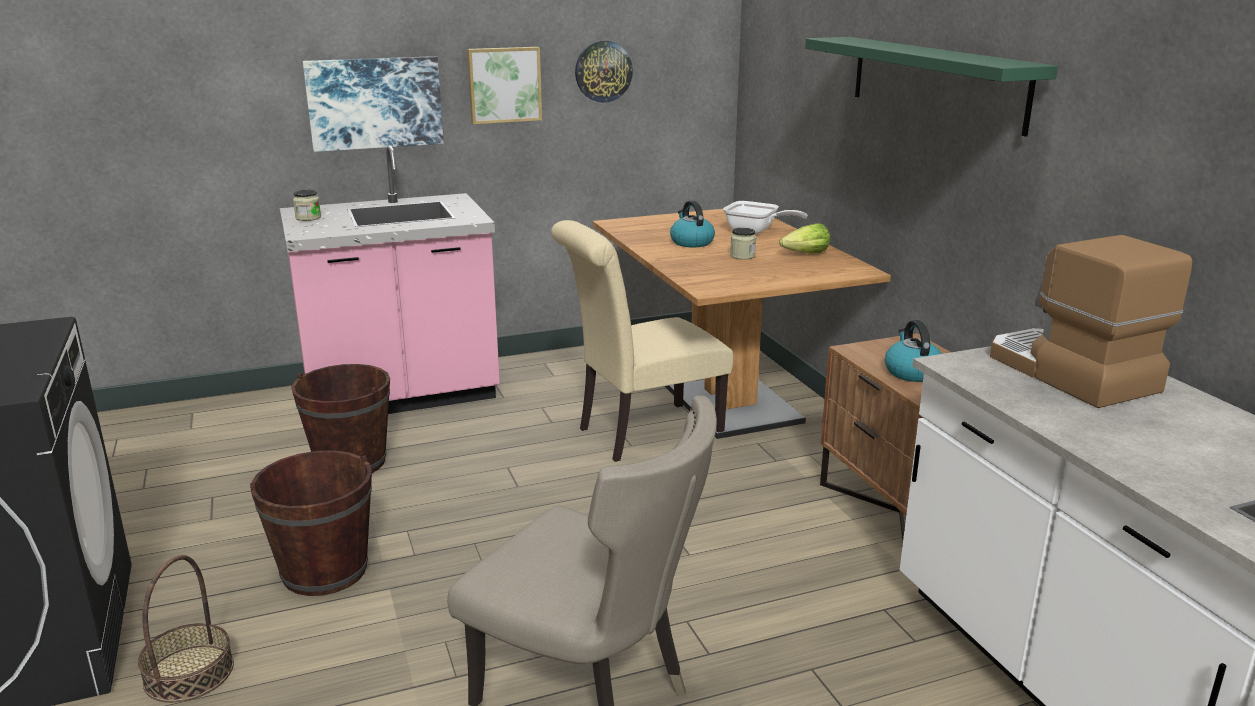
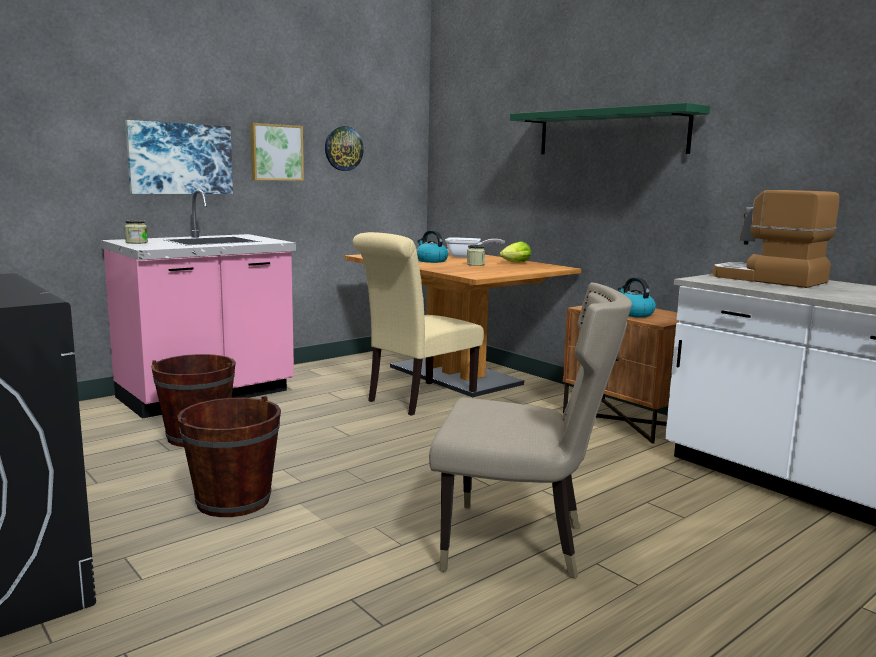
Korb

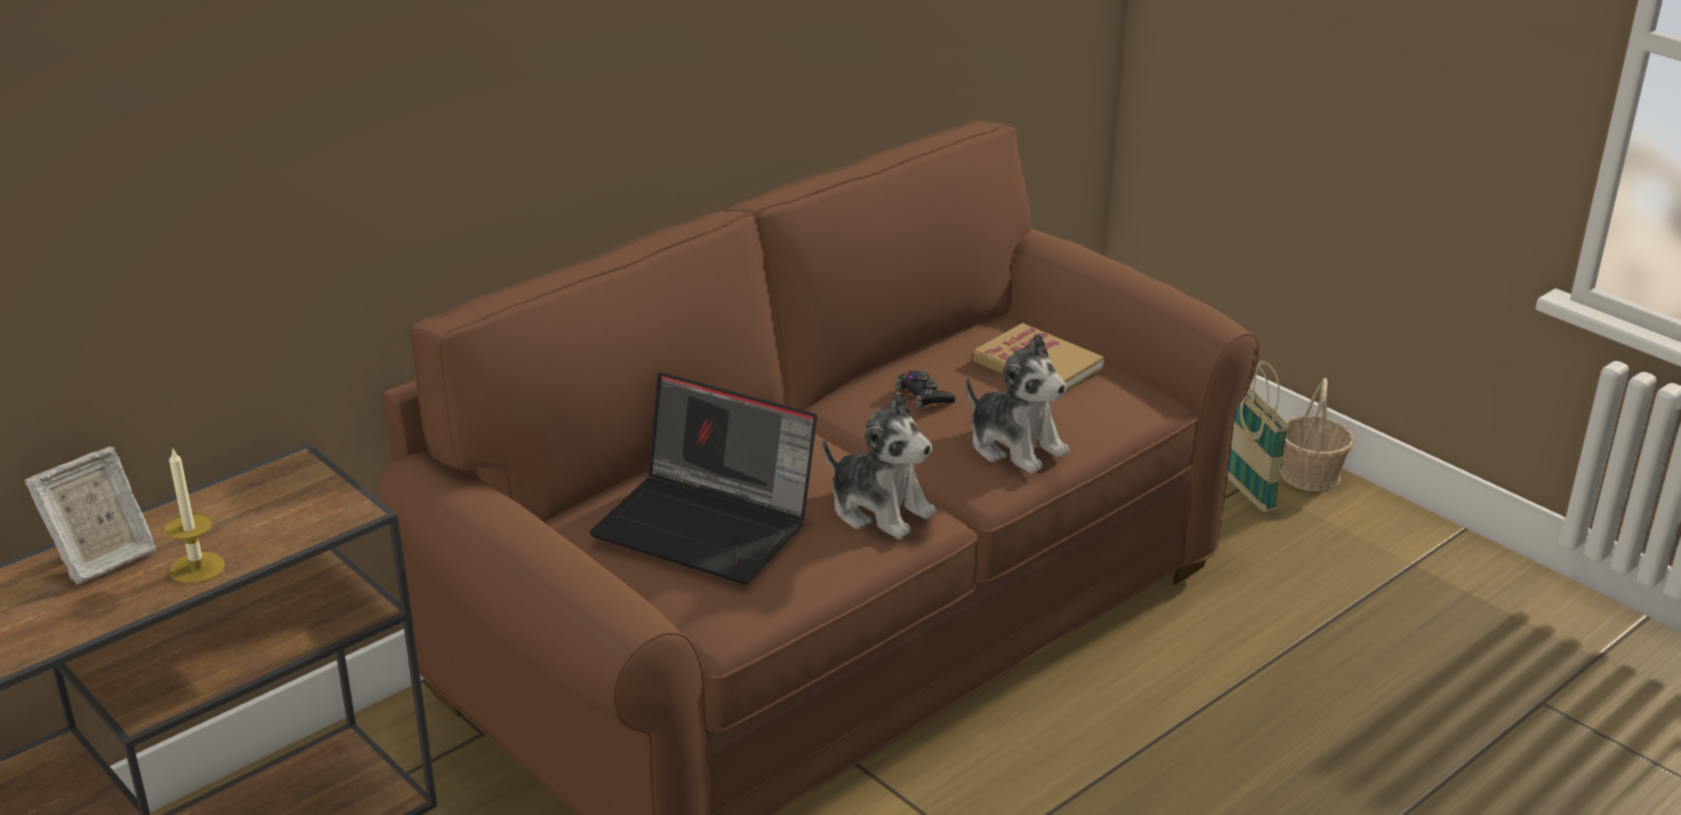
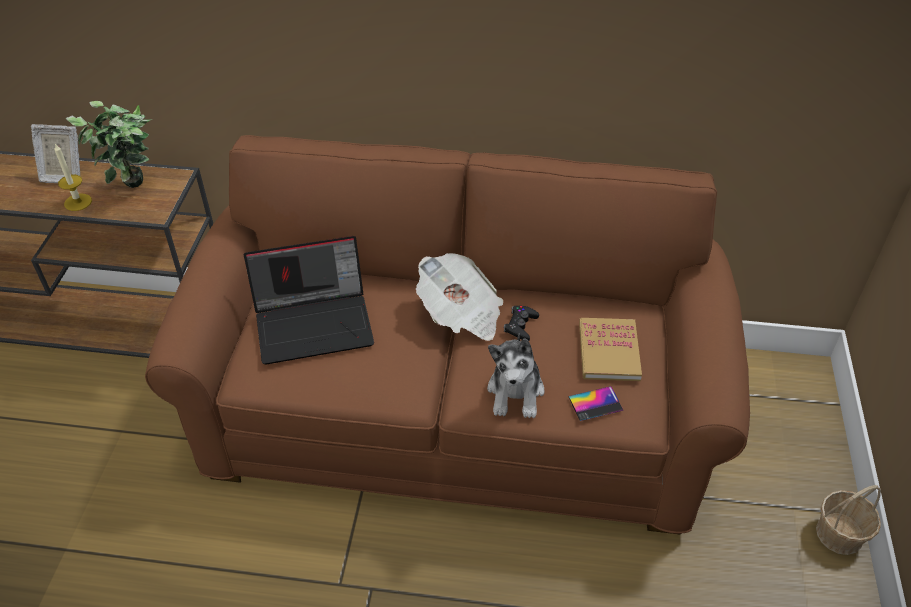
Korb (1st from left in the first image)
Laptop
Plüschtier (1st from left in the first image)
Topfpflanze
Zeitung
Handy

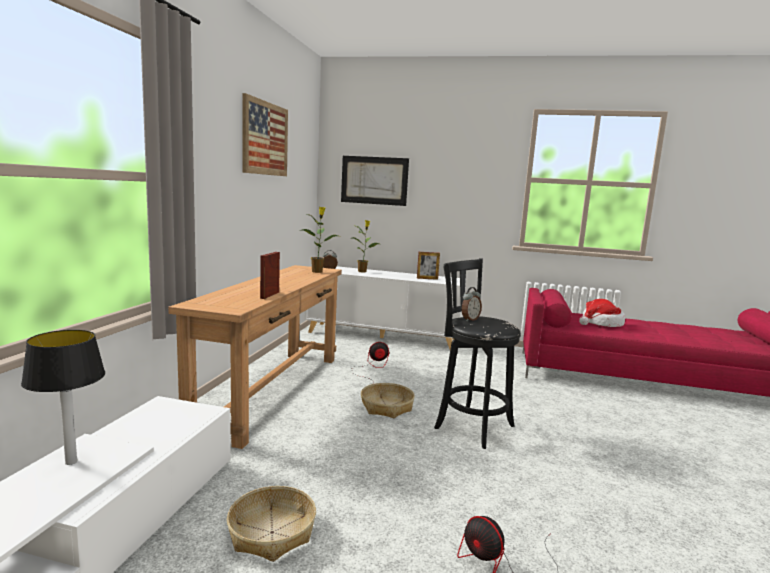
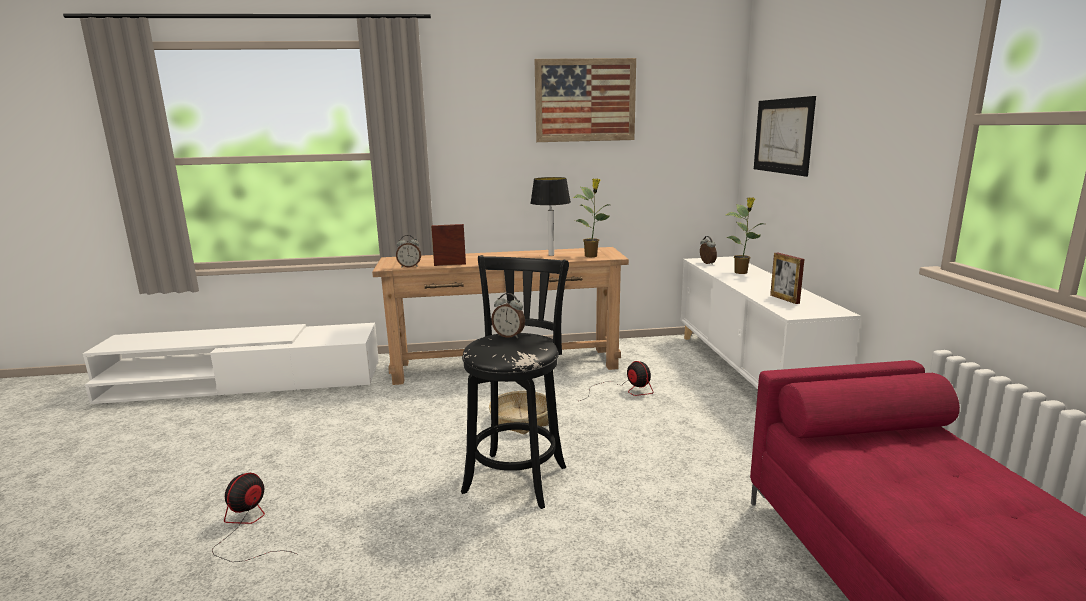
Hut
Tischlampe
Korb (1st from left in the first image)
Wecker (1st from left)

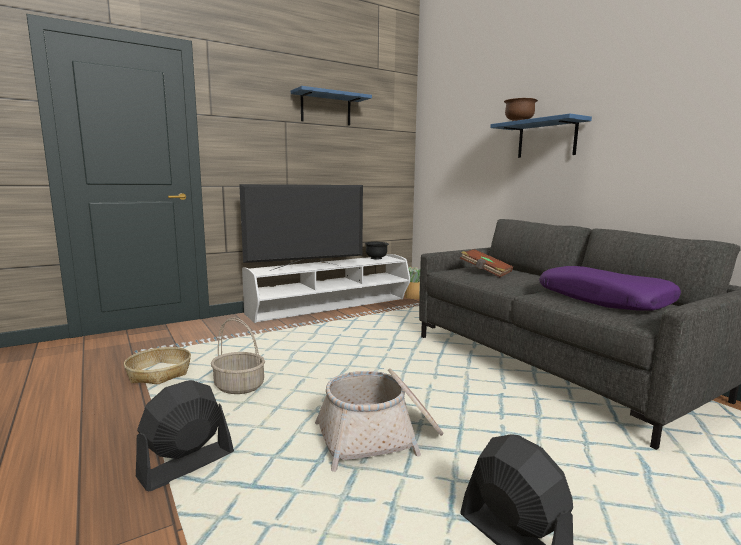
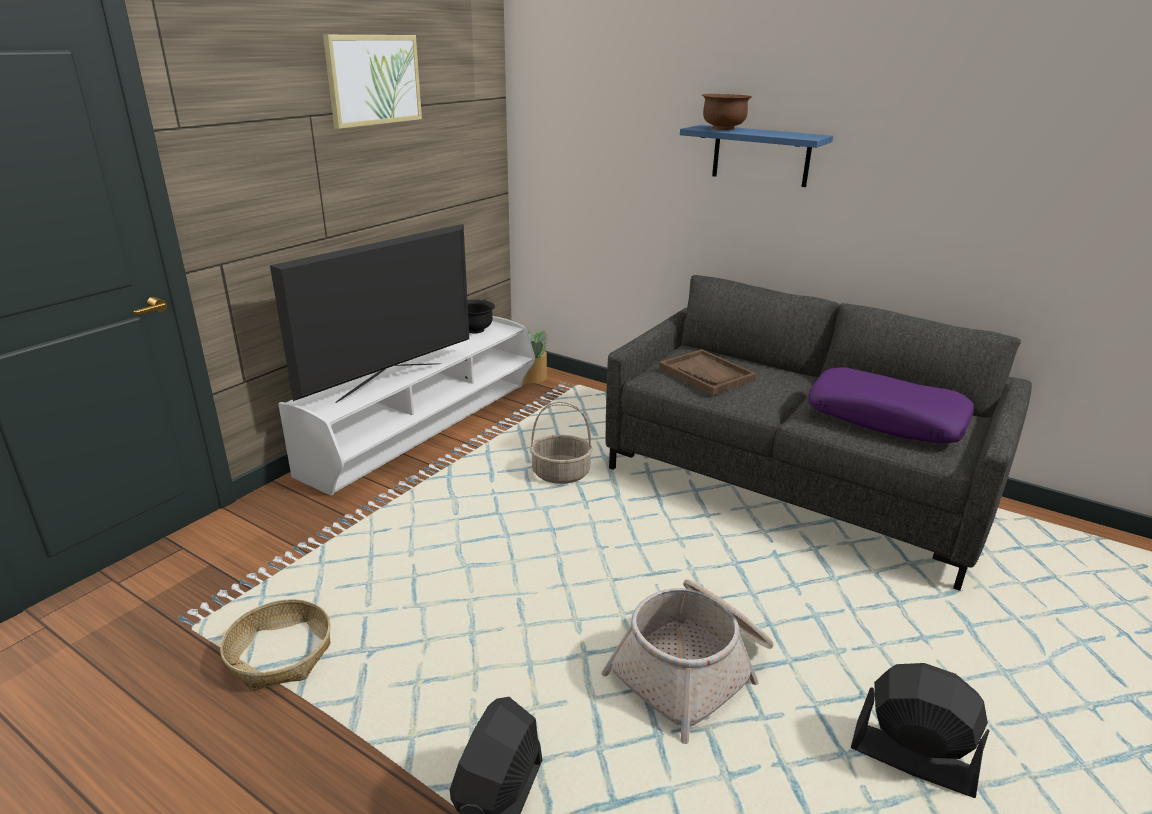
Bild
Tablett (braun)
Korb (2nd from left)

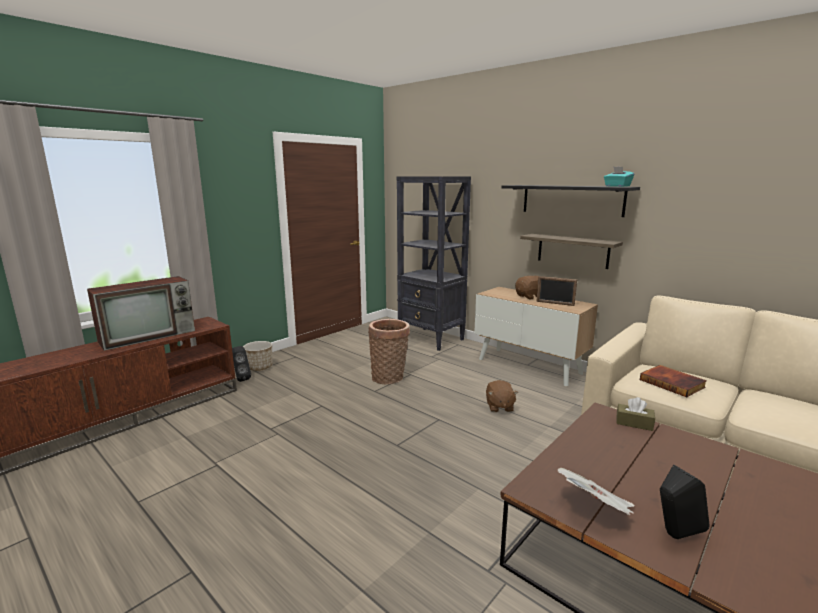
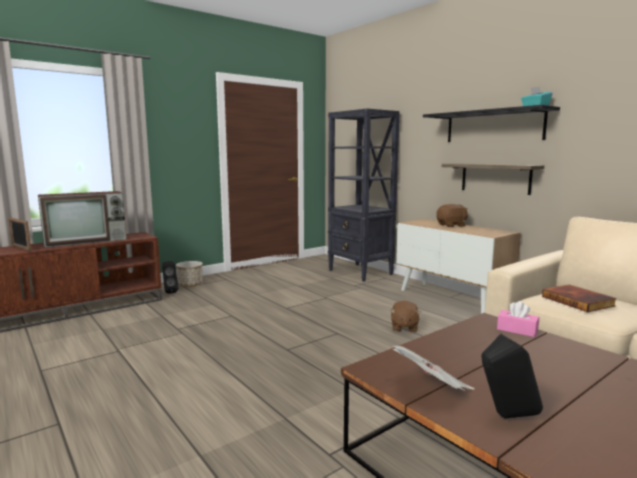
Bilderrahmen
Korb
Taschentuchbox (rosa)

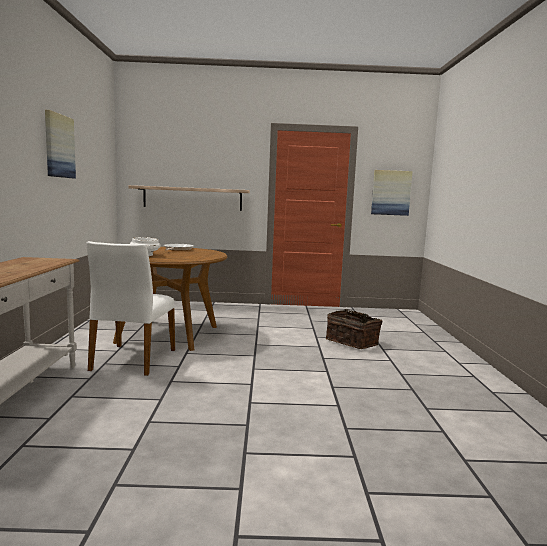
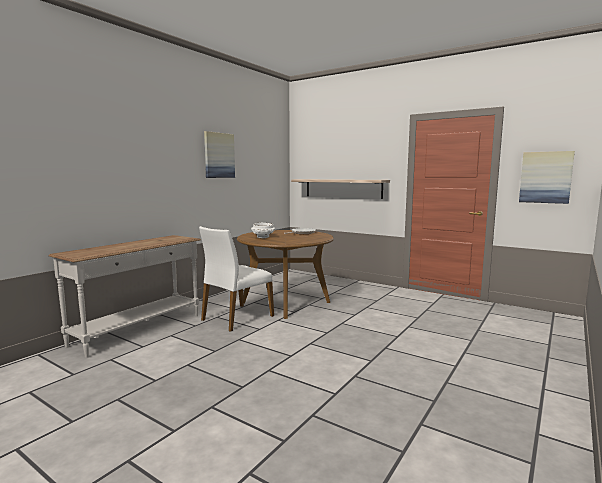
Korb

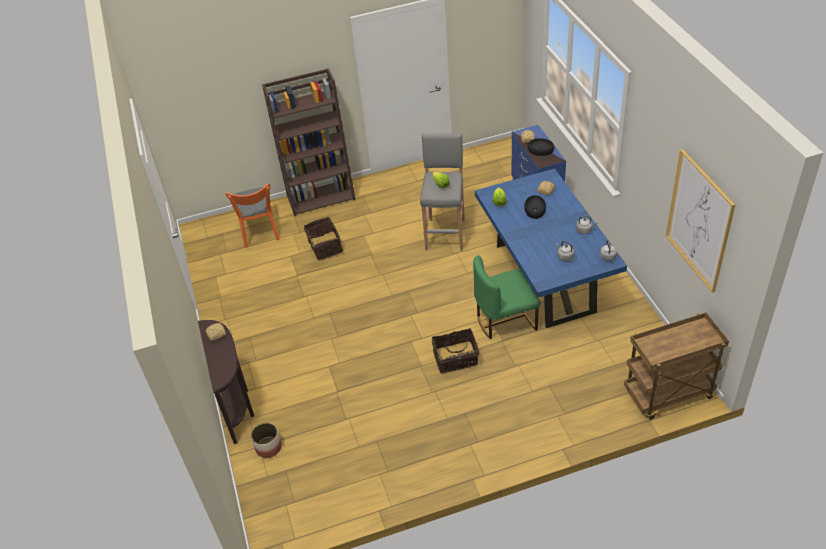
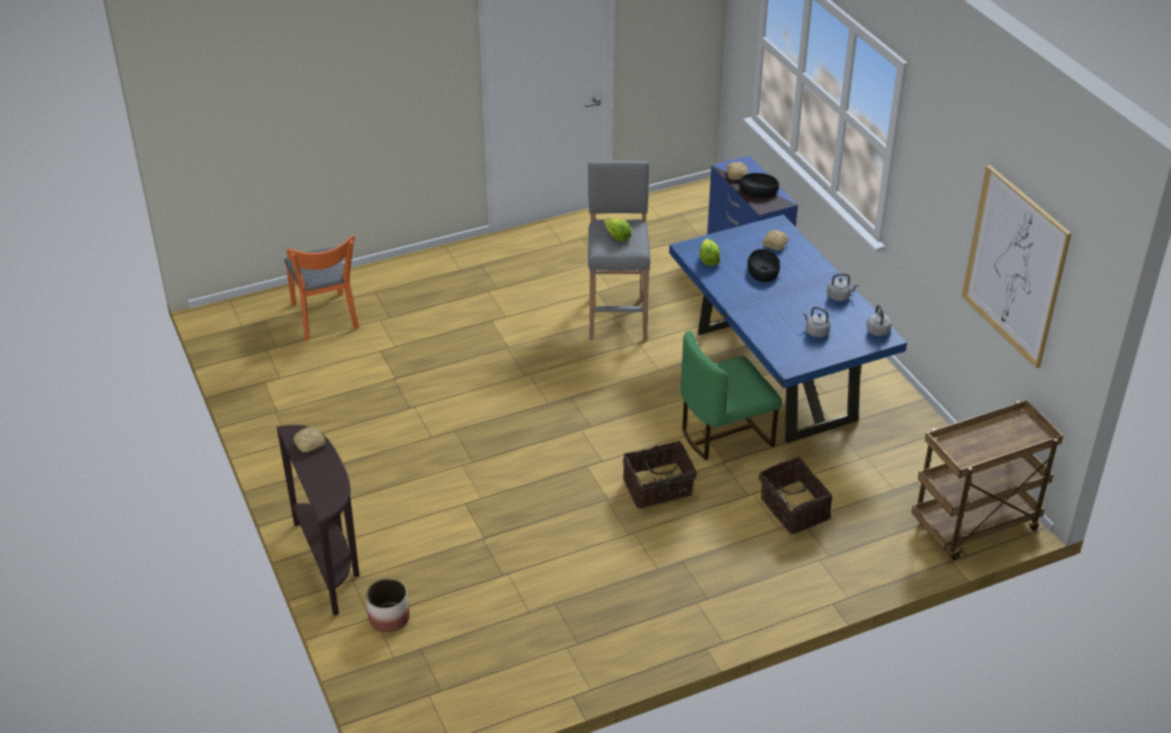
Bücherregal (braun)
Korb (2nd from left)

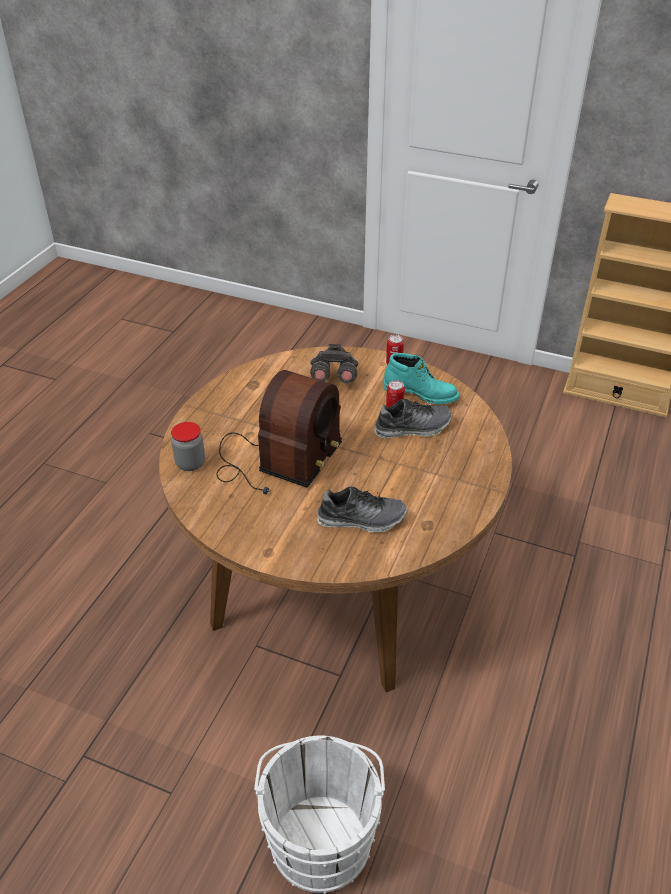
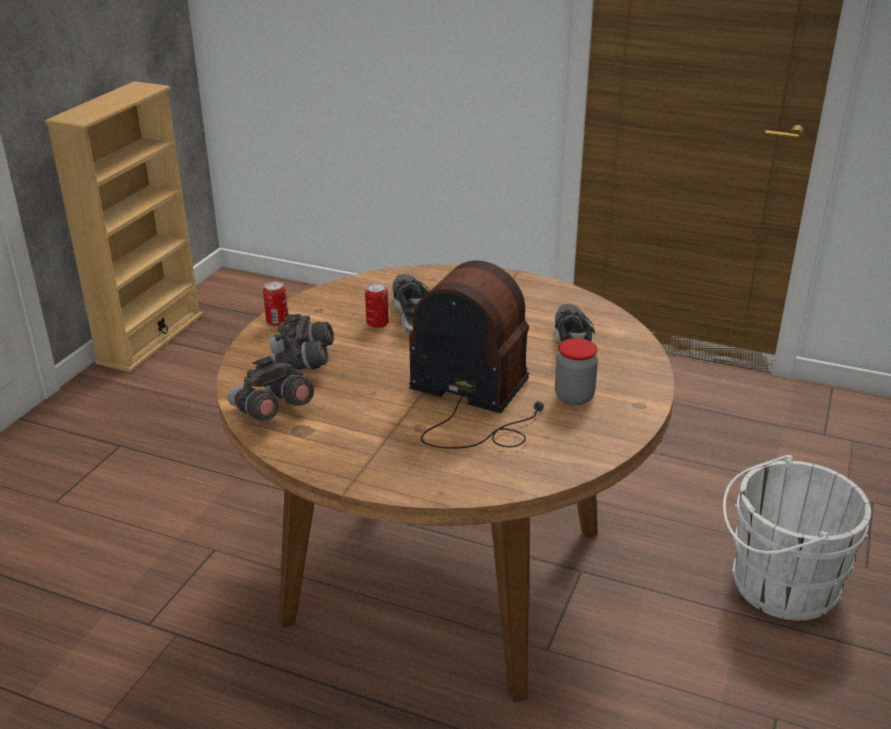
Stiefel (türkis)
Vorratsglas
Fernglas (grau) (1st from left)

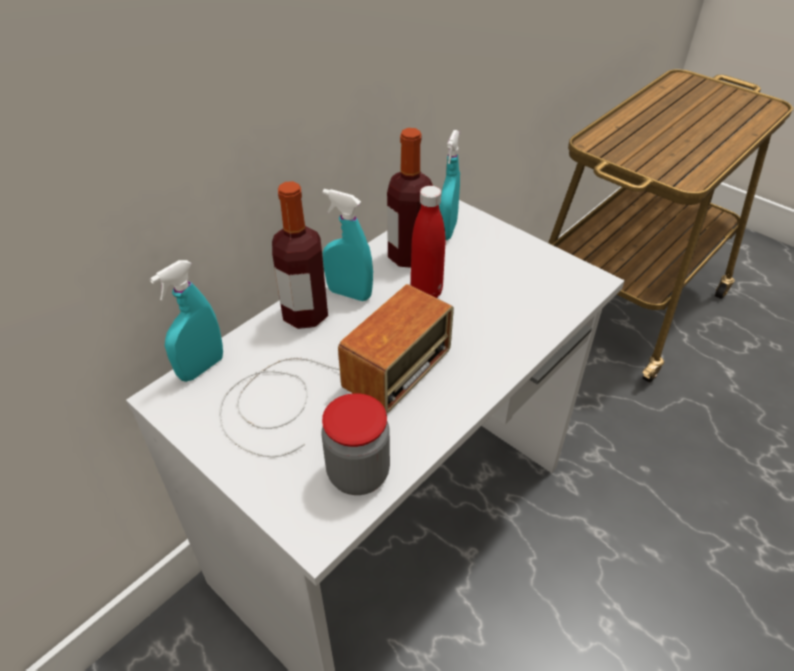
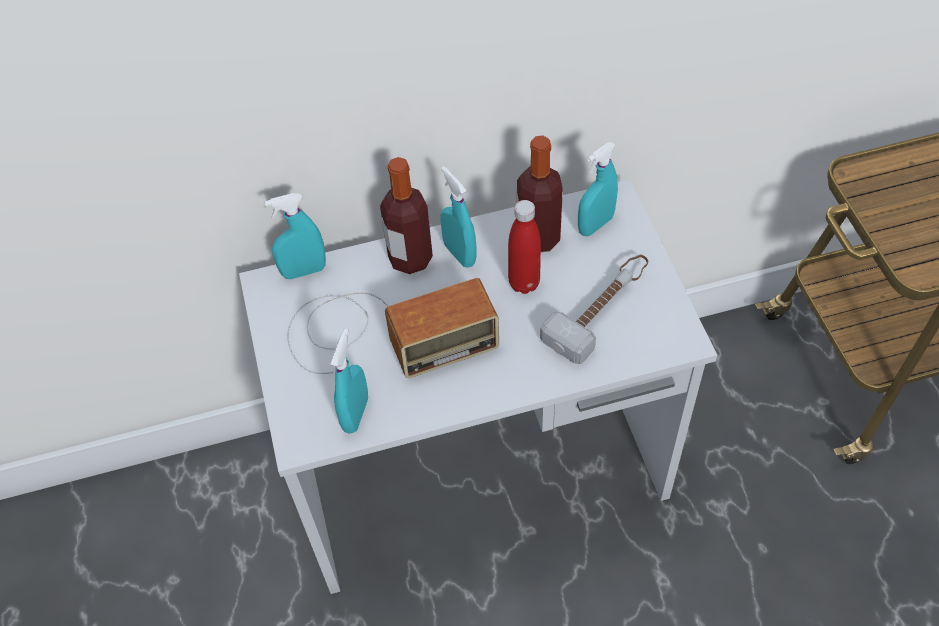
Sprühflasche (türkis) (2nd from left)
Hammer

